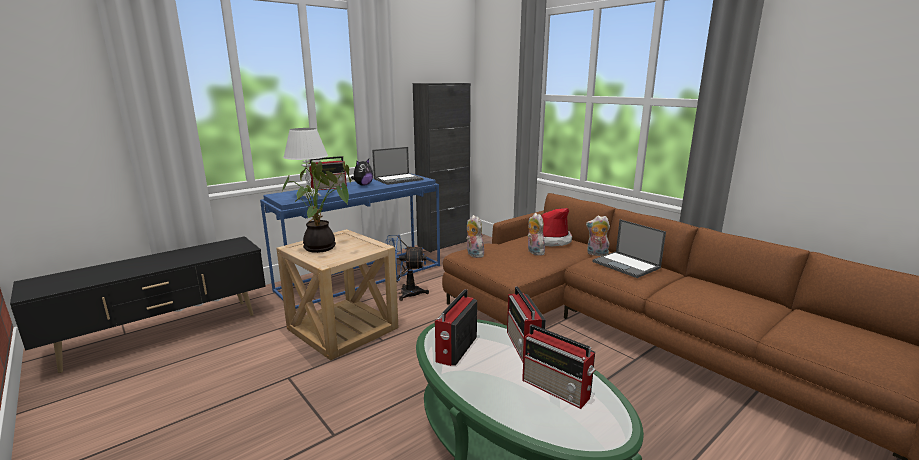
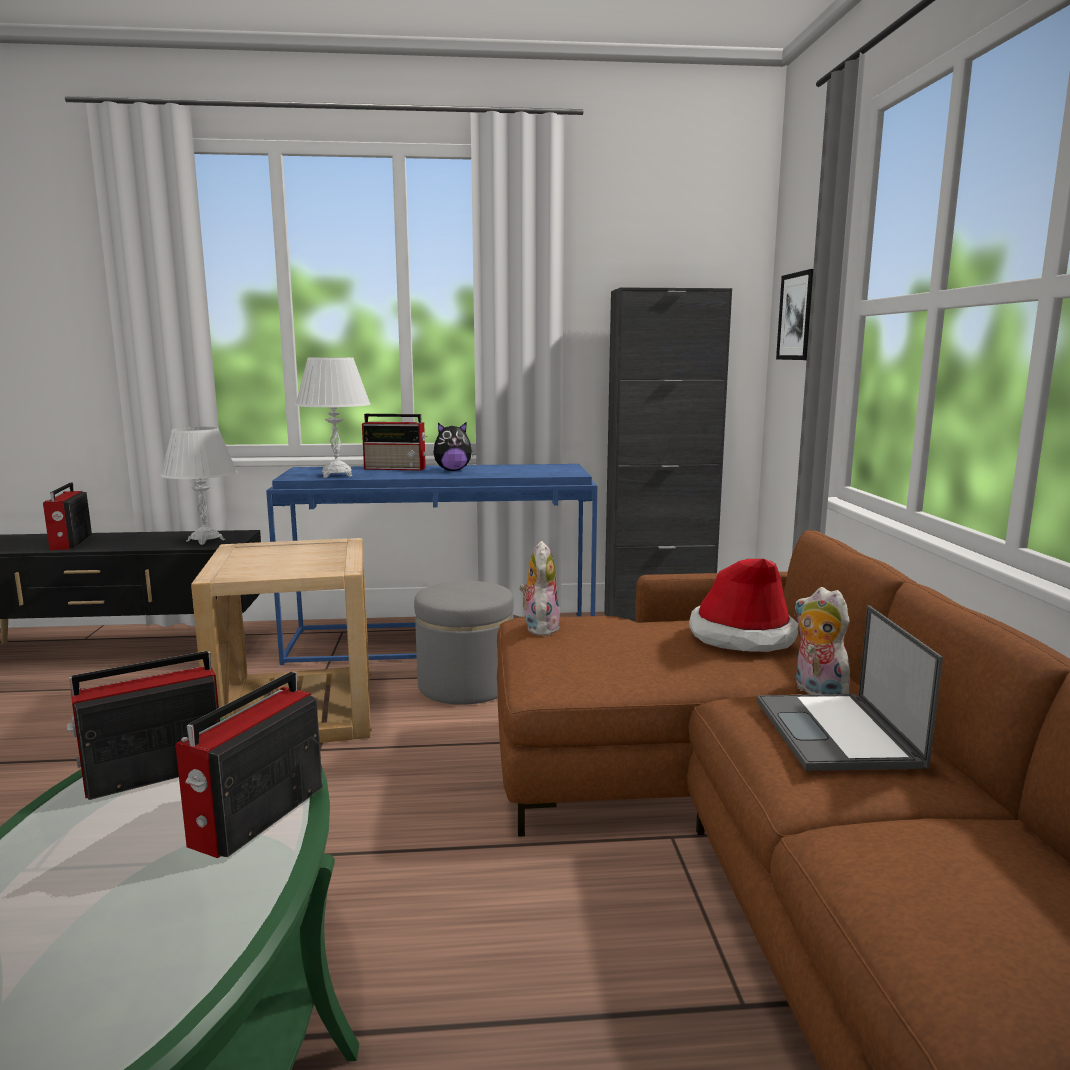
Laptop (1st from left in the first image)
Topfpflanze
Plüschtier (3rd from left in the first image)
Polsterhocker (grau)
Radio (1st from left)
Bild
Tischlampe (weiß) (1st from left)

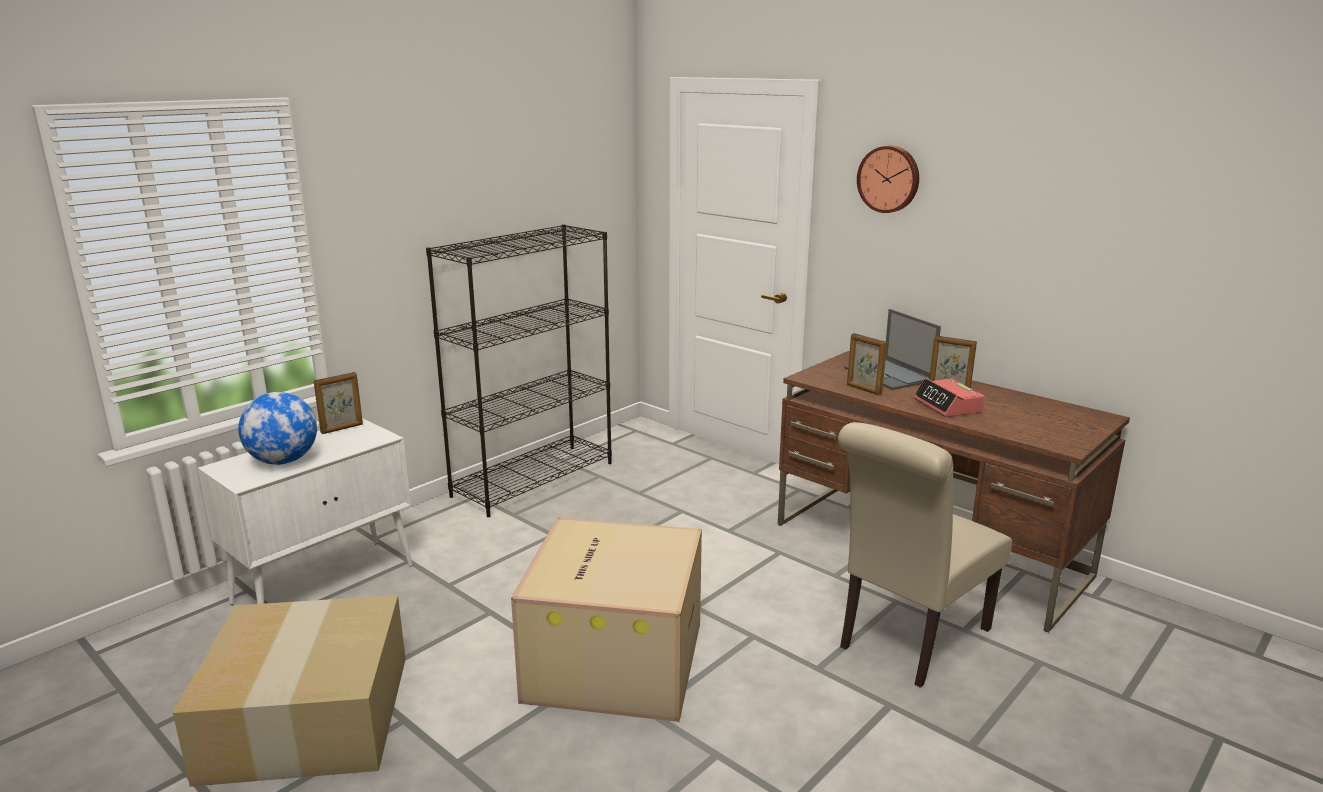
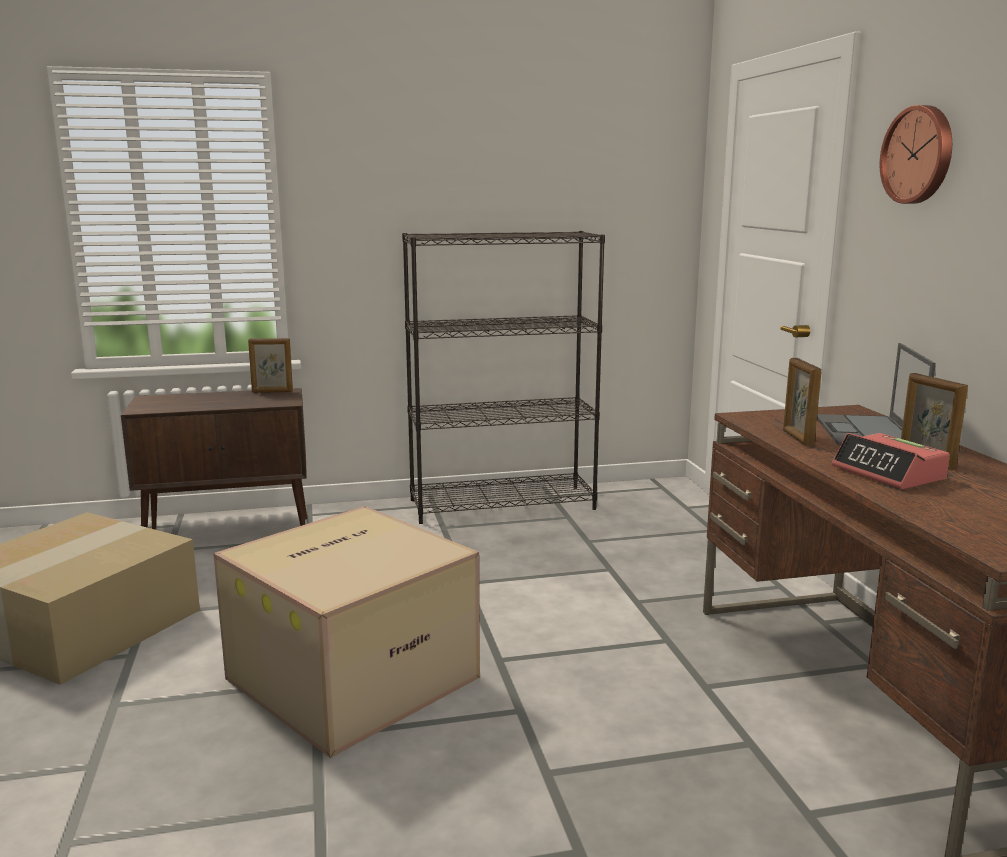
Wecker
Globus
Schrank (braun)
Stuhl (beige)

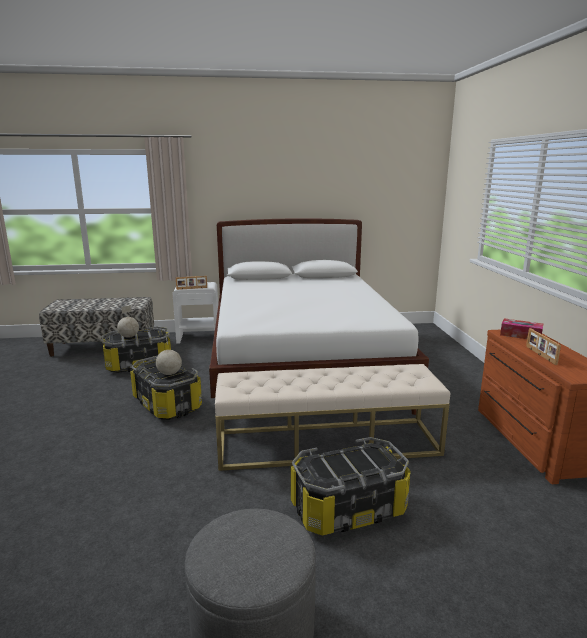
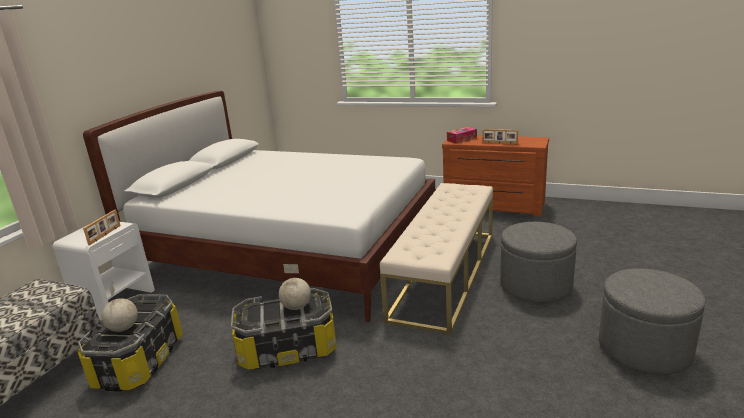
Polsterhocker (grau) (1st from left)

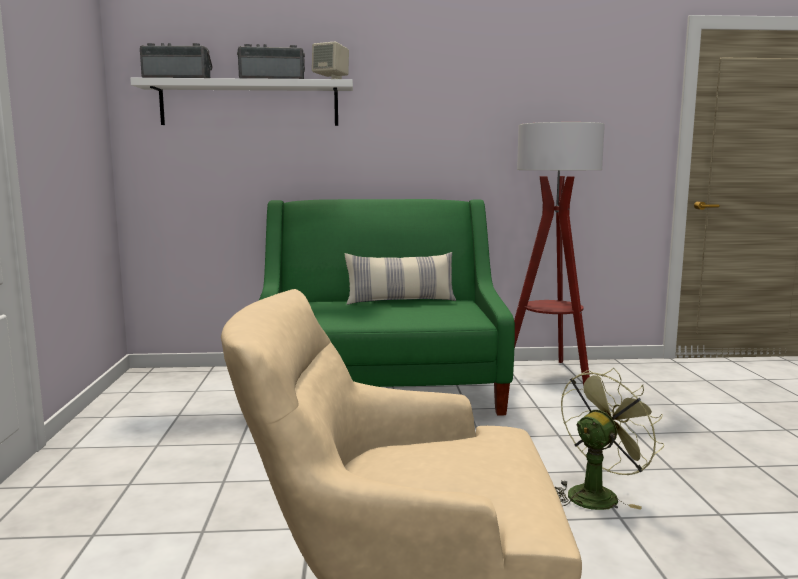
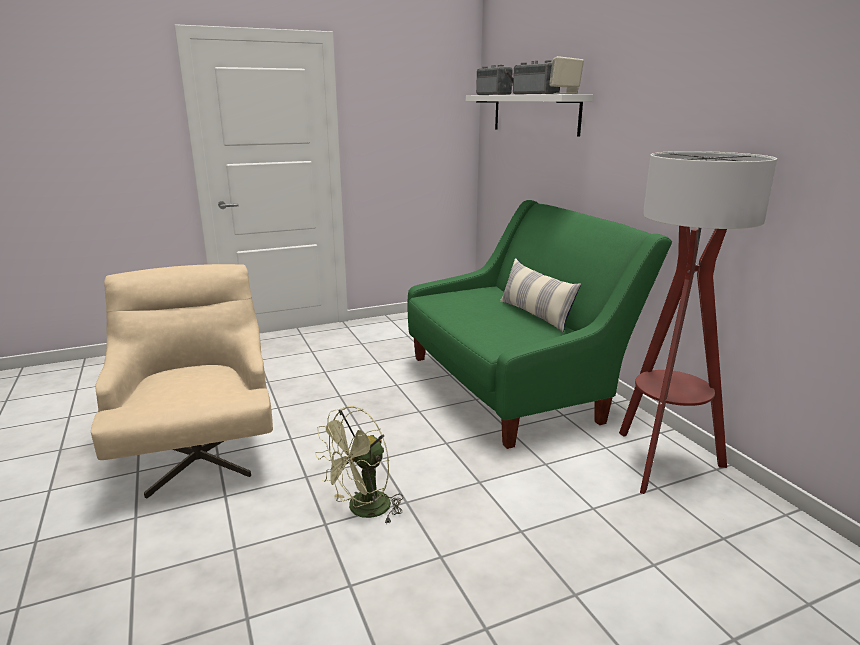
Ventilator (grün)

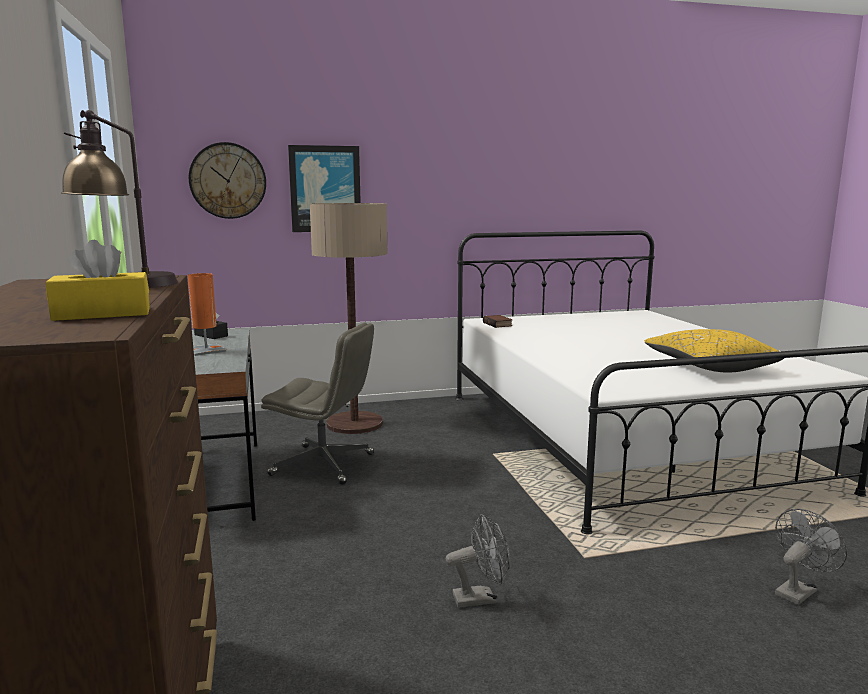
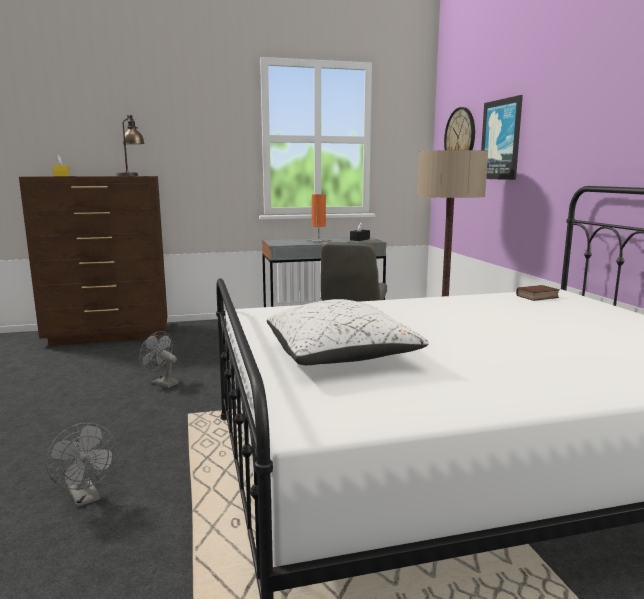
Kissen (weiß)
Ventilator (grau) (2nd from left)

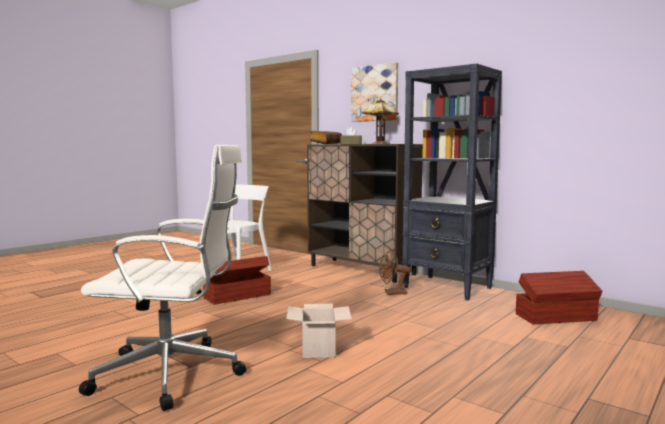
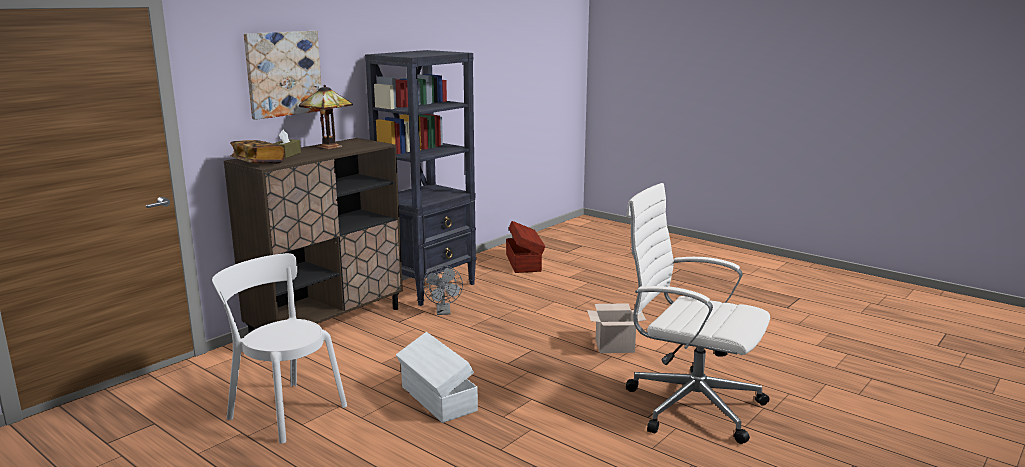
Bürostuhl (weiß)
Ventilator (grau)
Aufbewahrungsbox (weiß)

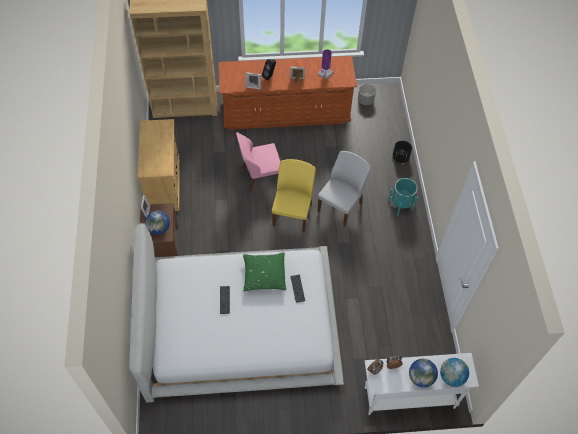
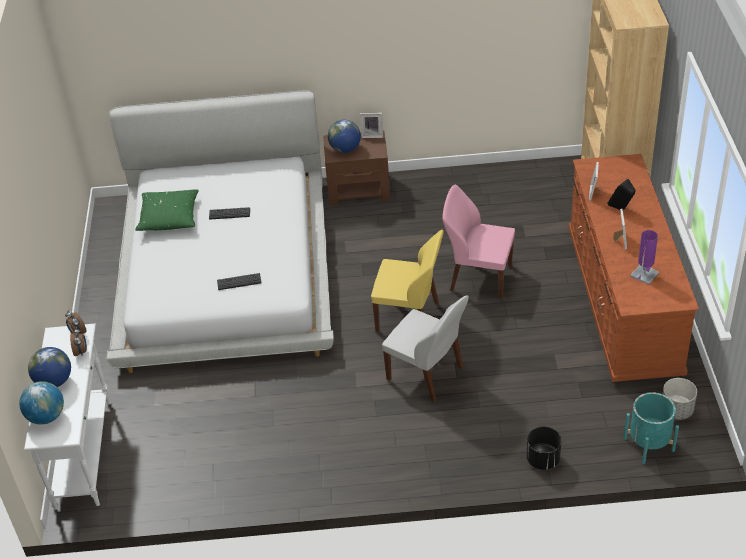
Schrank (beige)
Stuhl (rosa)
Pflanzkübel (türkis)
Kissen (grün)

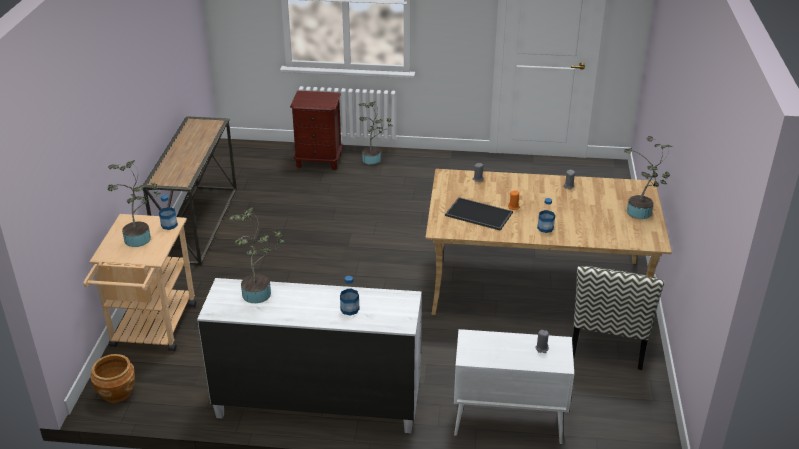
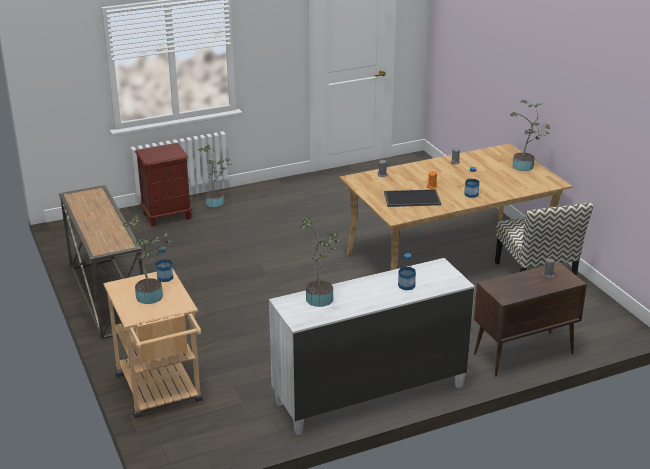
Schrank (braun)
Pflanzkübel (braun)

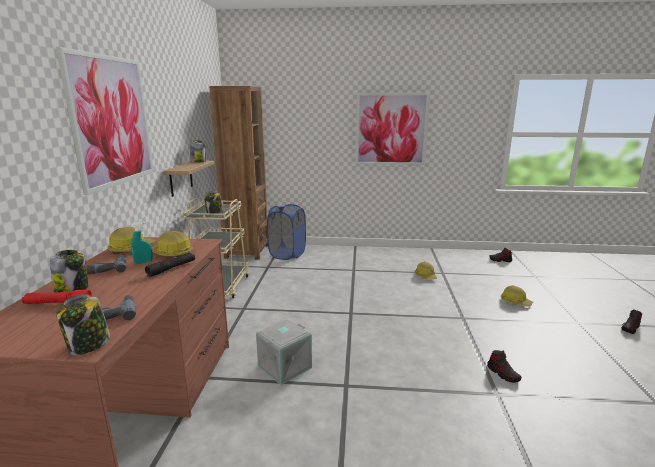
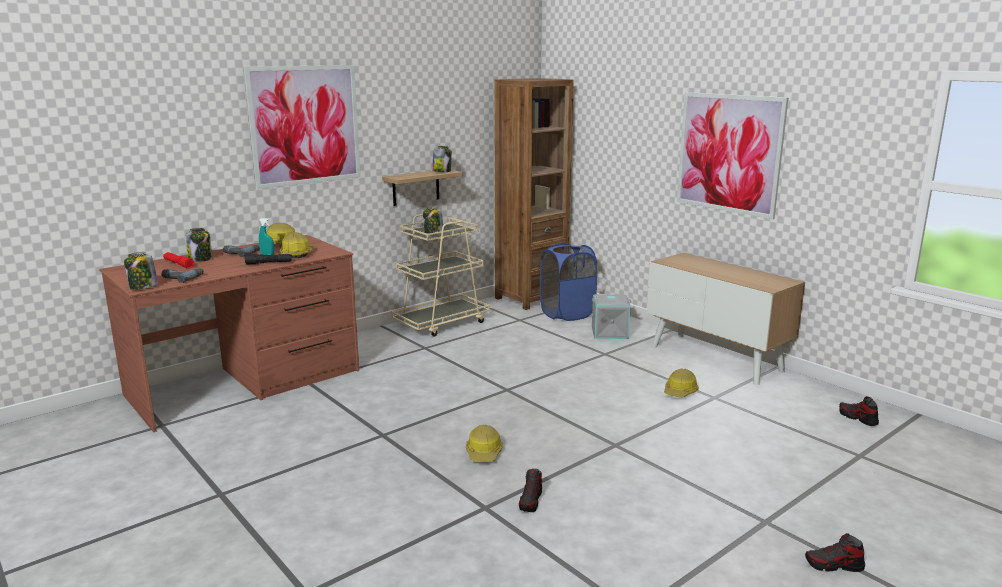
Schutzhelm (3rd from left)
Aufbewahrungsbox (grau)
Schrank

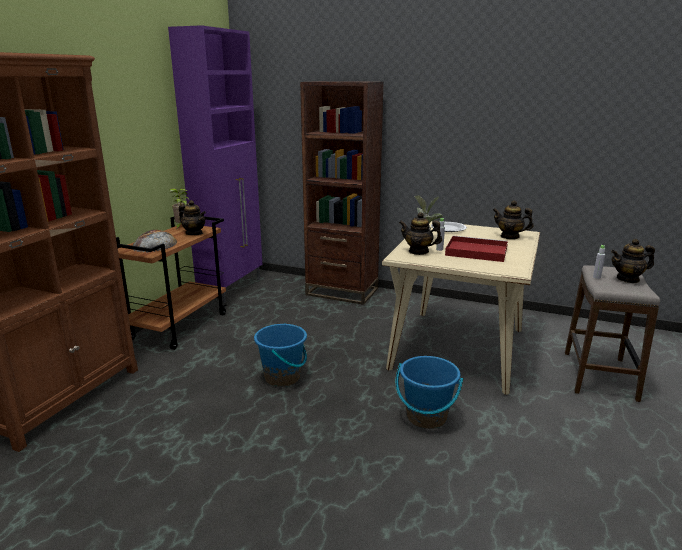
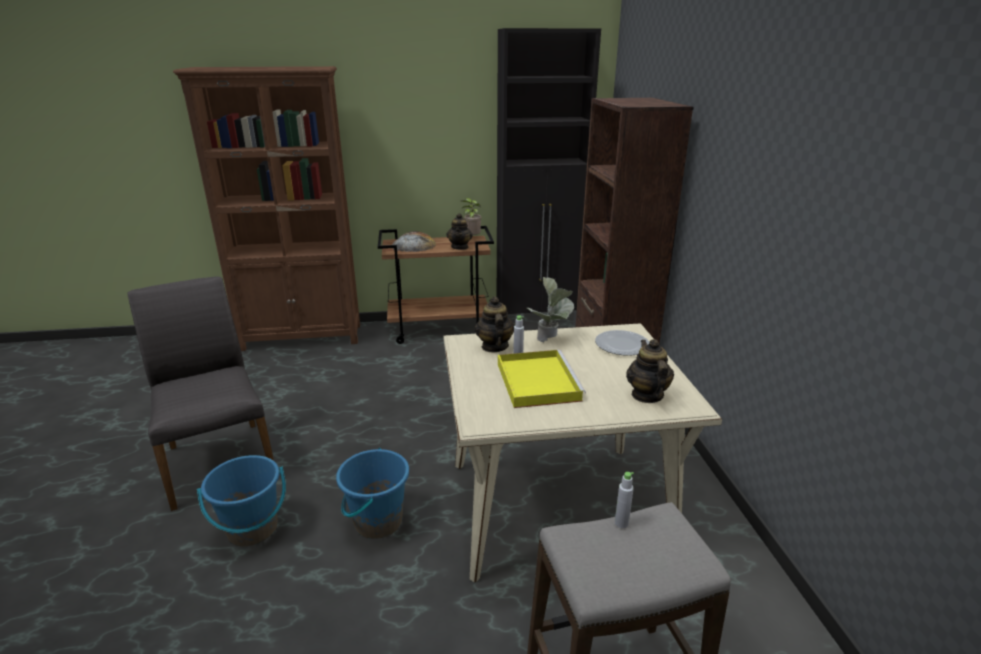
Schrank (schwarz)
Tablett (gelb)
Teekanne (4th from left in the first image)
Eimer (blau) (1st from left)
Stuhl (grau)

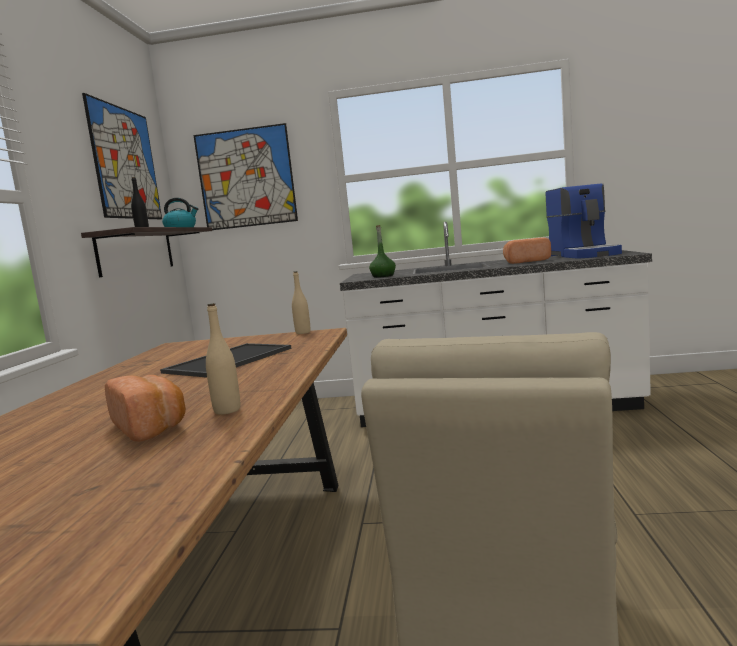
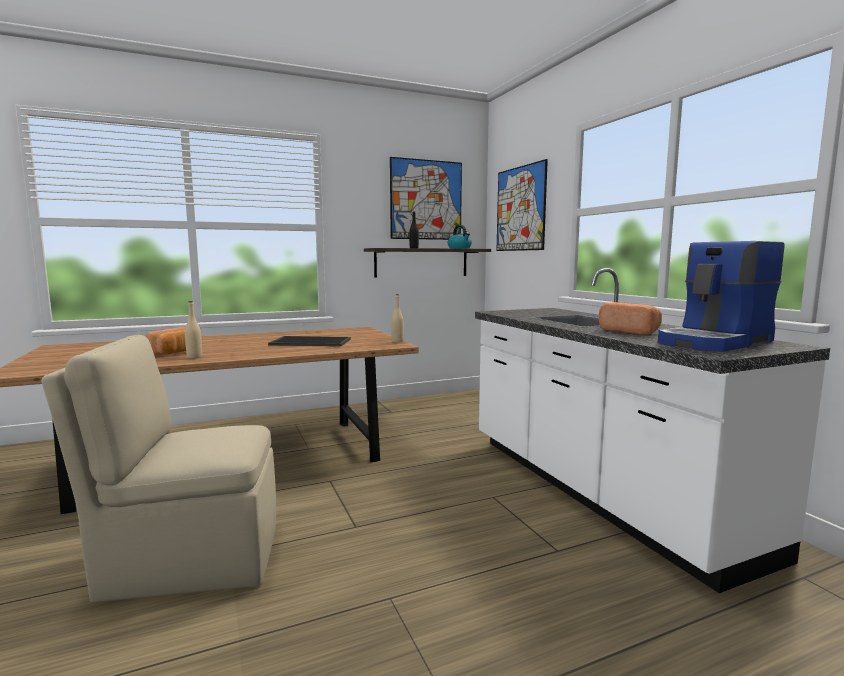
Flasche (grün)

